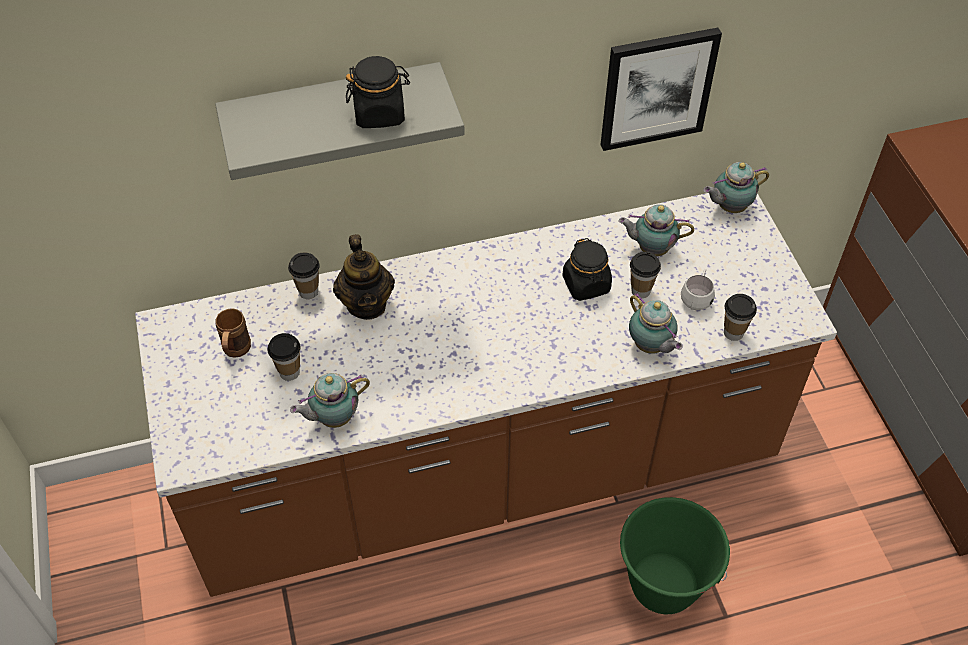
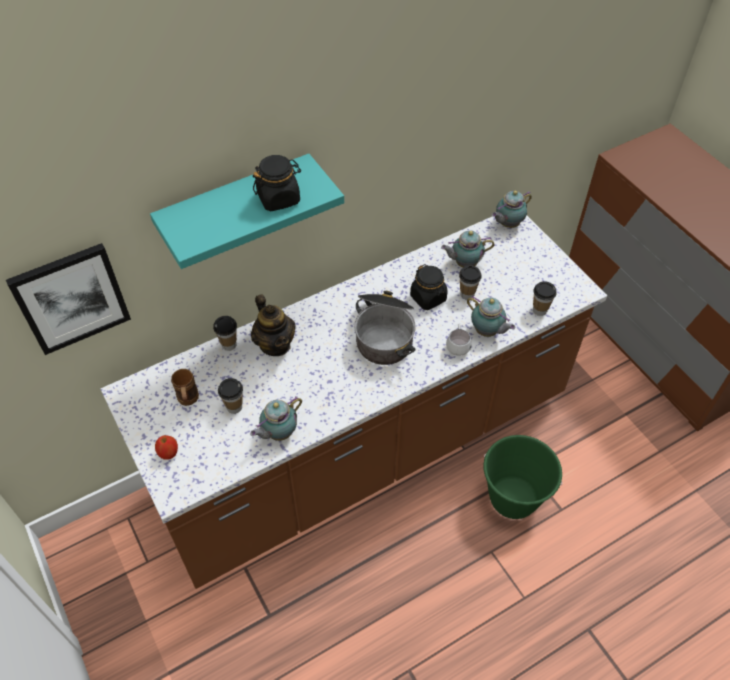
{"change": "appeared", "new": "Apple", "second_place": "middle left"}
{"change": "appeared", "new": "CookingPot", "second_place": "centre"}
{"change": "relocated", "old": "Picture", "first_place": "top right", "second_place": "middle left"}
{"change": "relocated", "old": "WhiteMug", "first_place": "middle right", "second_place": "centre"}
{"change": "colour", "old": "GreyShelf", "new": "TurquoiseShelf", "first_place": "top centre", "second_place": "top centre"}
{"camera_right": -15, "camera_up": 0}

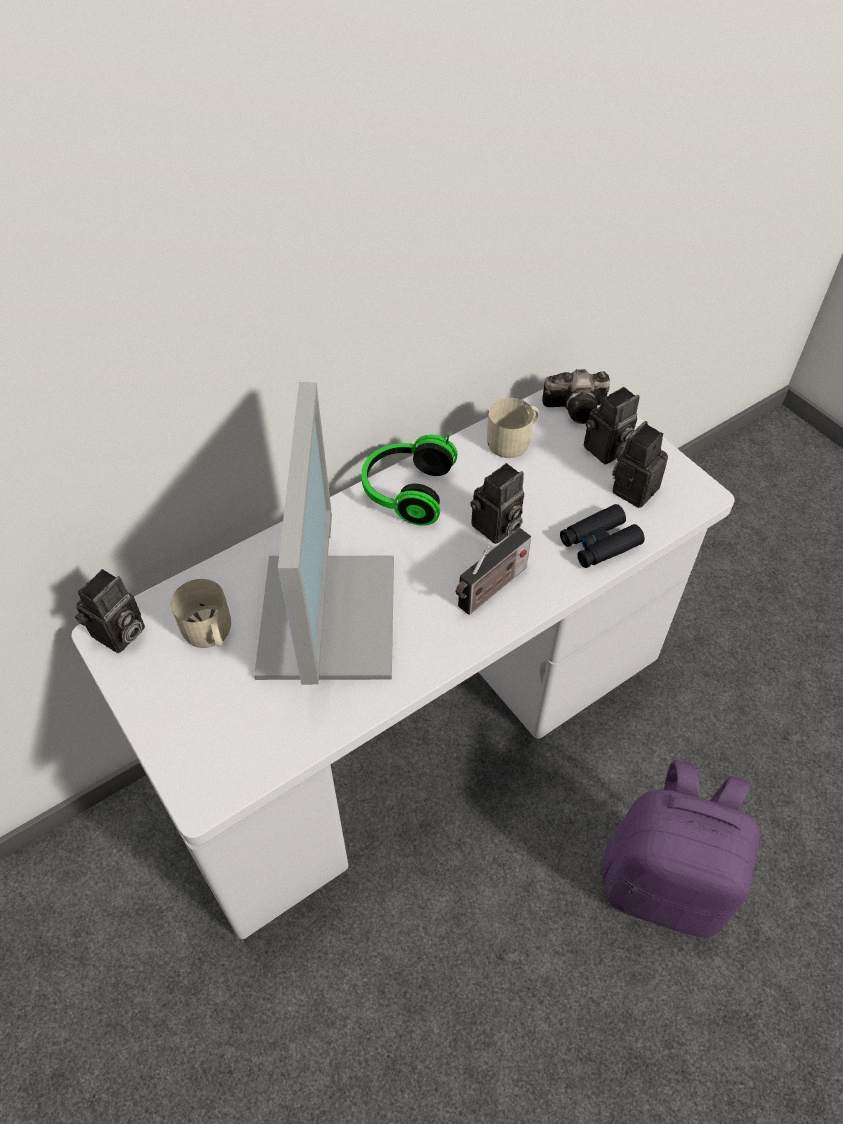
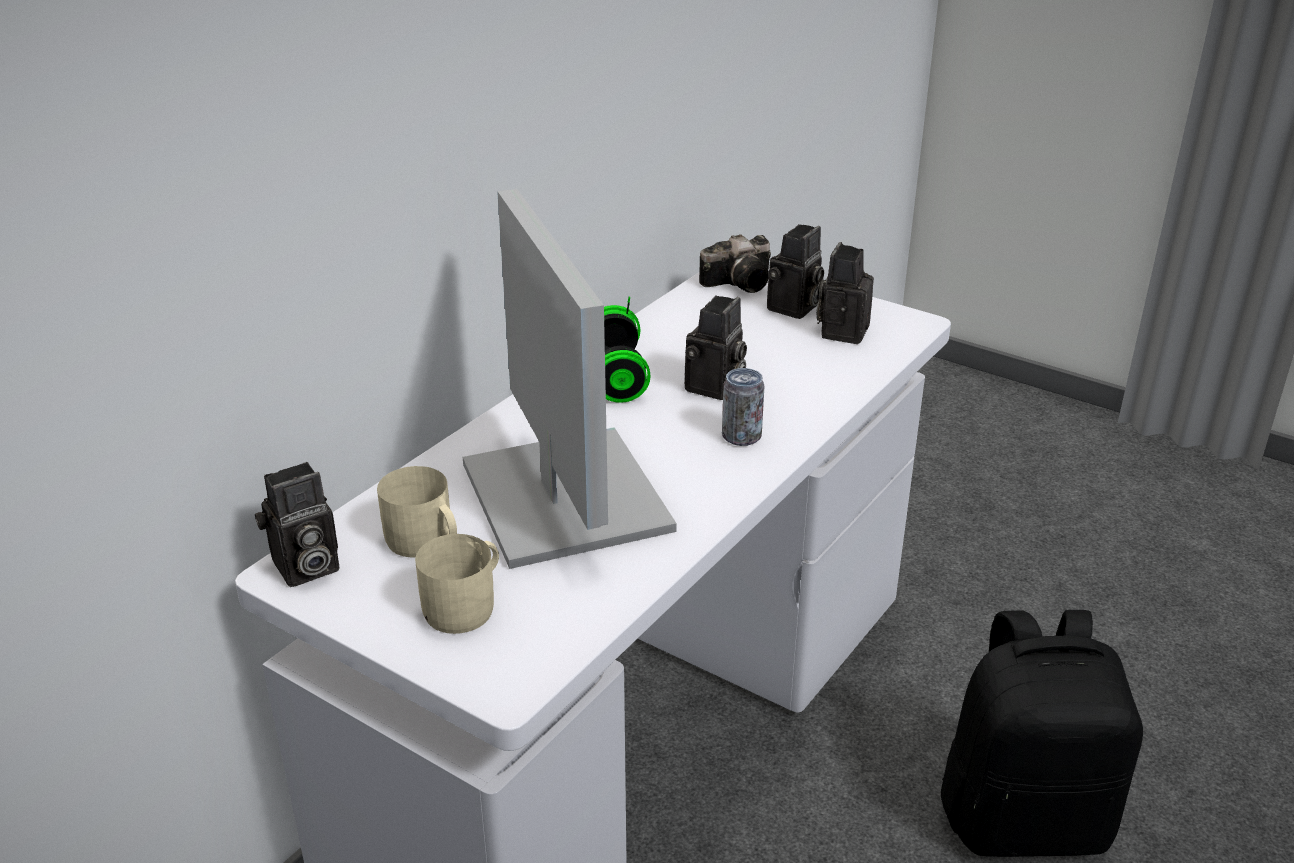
{"change": "missing", "old": "BlackBinoculars", "first_place": "middle right"}
{"change": "relocated", "old": "BeigeMug (no. 2 from left)", "first_place": "centre", "second_place": "bottom centre"}
{"change": "exchanged", "old": "Radio", "new": "Can", "first_place": "centre", "second_place": "centre"}
{"change": "colour", "old": "PurpleBackpack", "new": "BlackBackpack", "first_place": "bottom right", "second_place": "bottom right"}
{"change": "spun", "old": "PhotoCamera (no. 1 from left)", "first_place": "middle left", "second_place": "middle left", "degrees": 45}
{"camera_right": -20, "camera_up": -20}

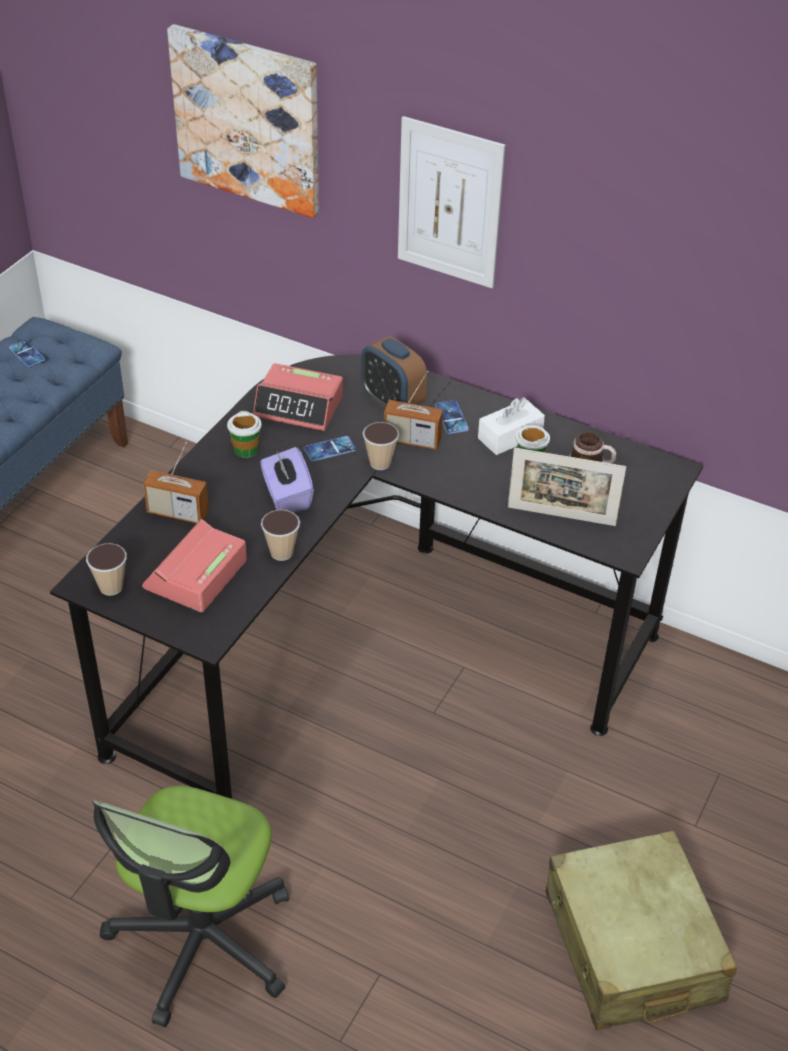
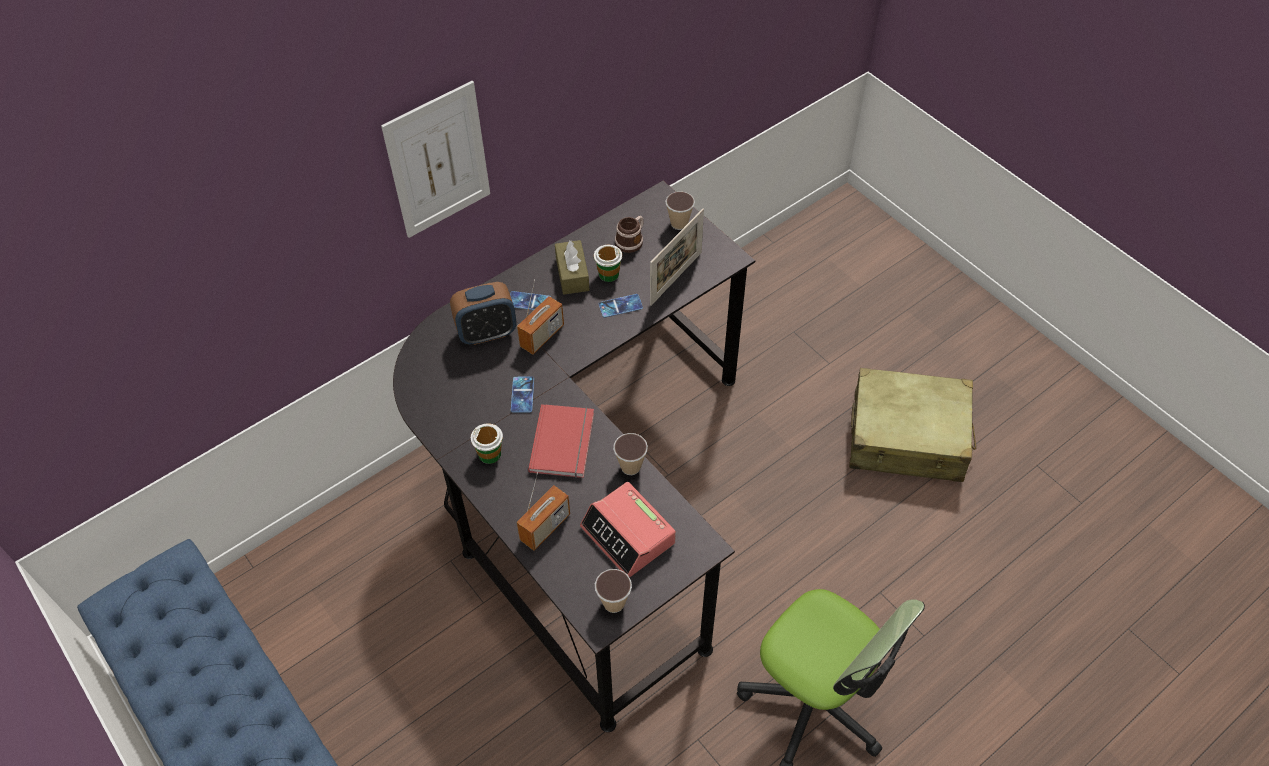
{"change": "missing", "old": "Picture (no. 1 from left)", "first_place": "top left"}
{"change": "missing", "old": "AlarmClock (no. 2 from left)", "first_place": "centre"}
{"change": "relocated", "old": "Phone (no. 1 from left in the first image)", "new": "Phone (no. 3 from left)", "first_place": "middle left", "second_place": "centre"}
{"change": "relocated", "old": "Cup (no. 4 from left in the first image)", "new": "Cup (no. 5 from left)", "first_place": "centre", "second_place": "top centre"}
{"change": "exchanged", "old": "PurpleTissueBox", "new": "RedBook", "first_place": "centre", "second_place": "centre"}
{"change": "colour", "old": "WhiteTissueBox", "new": "BrownTissueBox", "first_place": "centre", "second_place": "centre"}
{"camera_right": -65, "camera_up": 10}

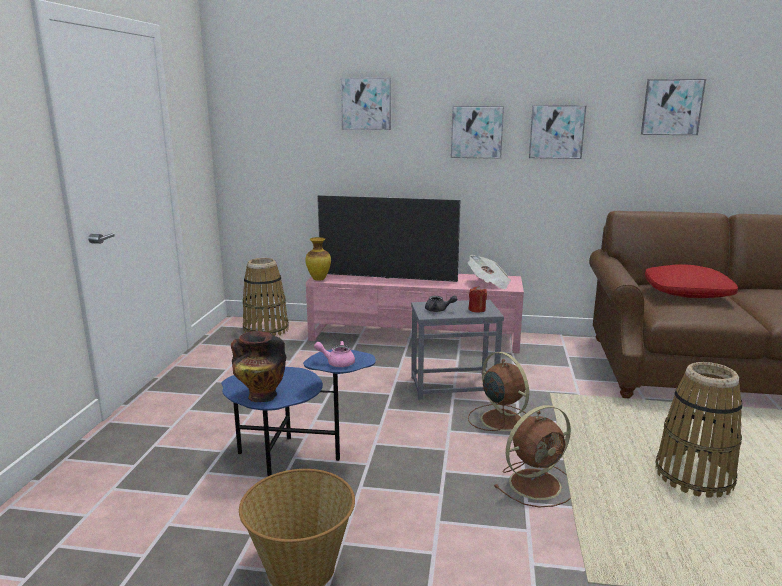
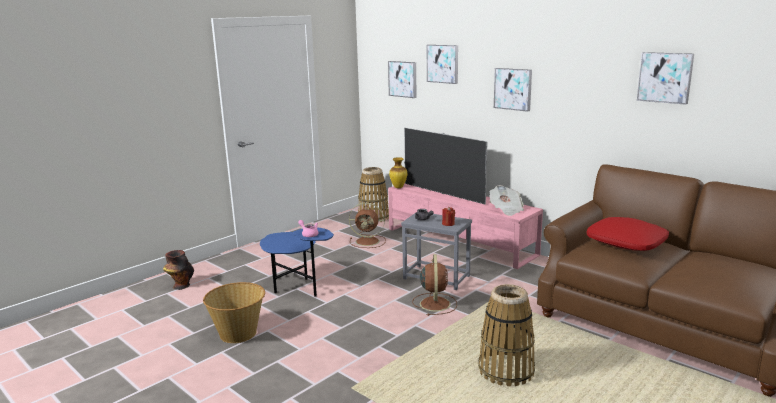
{"change": "relocated", "old": "Vase (no. 1 from left)", "first_place": "middle left", "second_place": "bottom left"}
{"change": "relocated", "old": "BrownFan (no. 2 from left in the first image)", "new": "BrownFan (no. 1 from left)", "first_place": "bottom right", "second_place": "centre"}
{"change": "relocated", "old": "Picture (no. 3 from left in the first image)", "new": "Picture (no. 1 from left)", "first_place": "top right", "second_place": "top centre"}
{"camera_right": 35, "camera_up": 0}

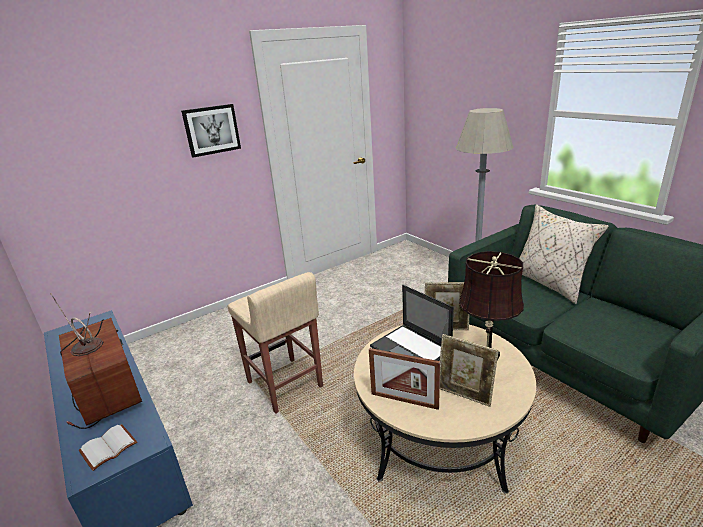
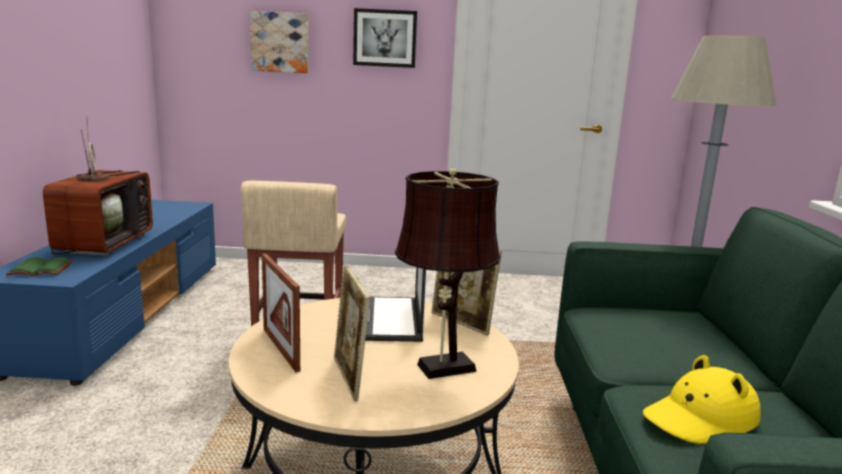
{"change": "missing", "old": "BeigePillow", "first_place": "middle right"}
{"change": "appeared", "new": "Picture (no. 1 from left)", "second_place": "top left"}
{"change": "appeared", "new": "YellowHat", "second_place": "bottom right"}
{"change": "colour", "old": "WhiteBook", "new": "GreenBook", "first_place": "bottom left", "second_place": "middle left"}
{"camera_right": 35, "camera_up": -10}

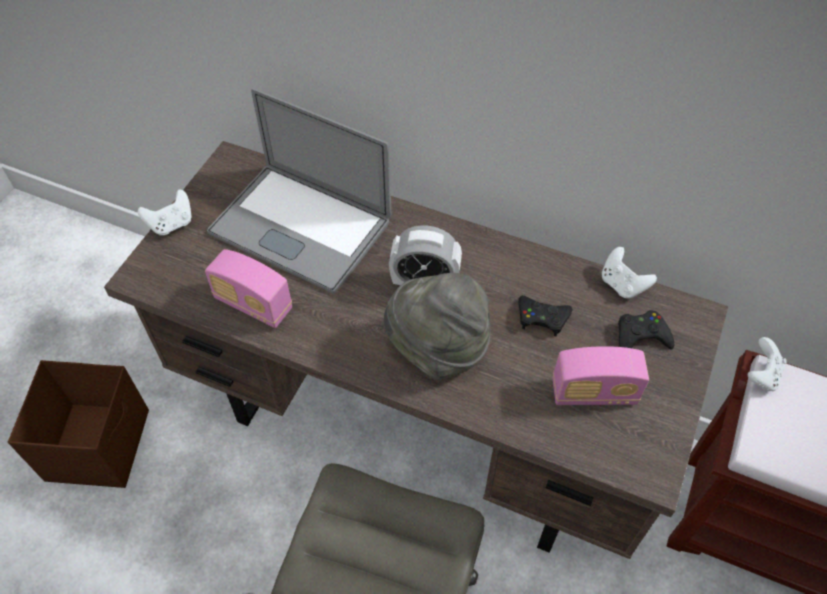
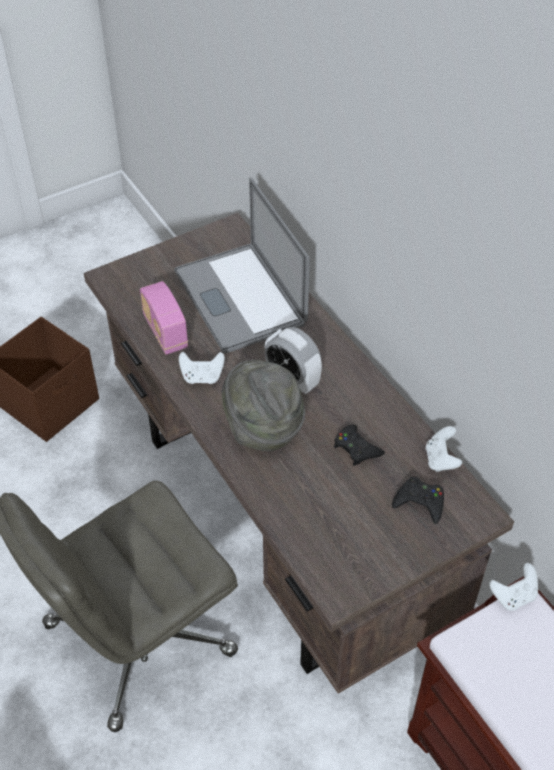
{"change": "missing", "old": "Radio (no. 2 from left)", "first_place": "middle right"}
{"change": "relocated", "old": "WhiteGameController (no. 1 from left)", "first_place": "middle left", "second_place": "centre"}
{"camera_right": 35, "camera_up": -5}

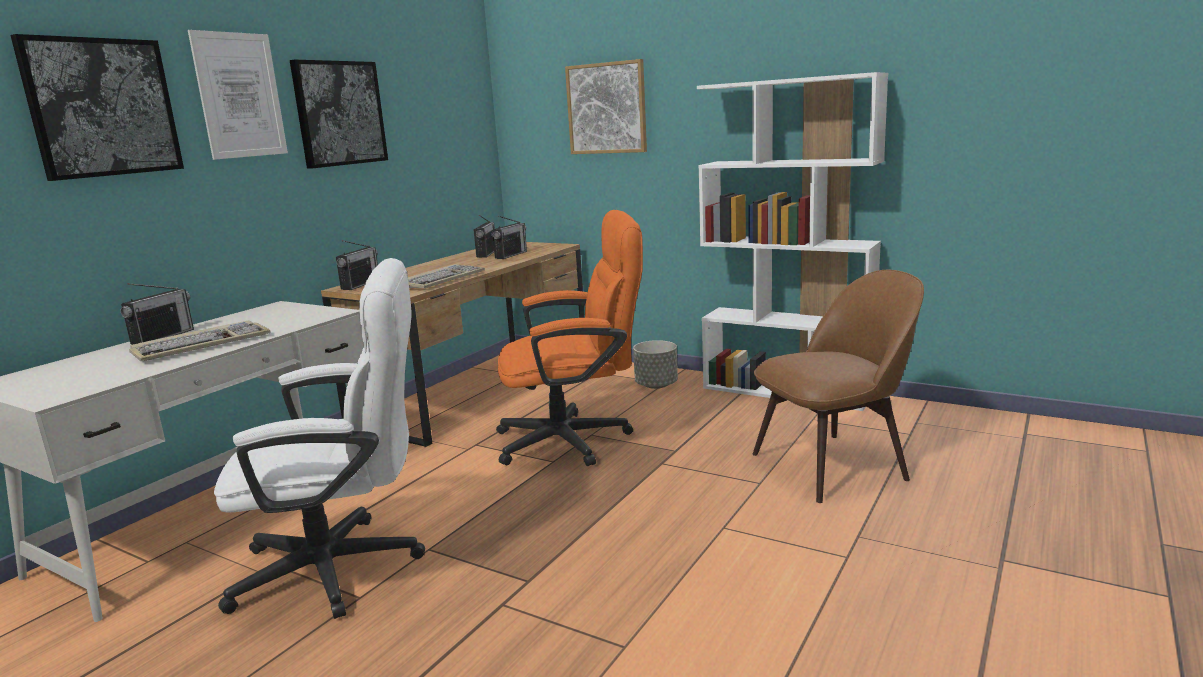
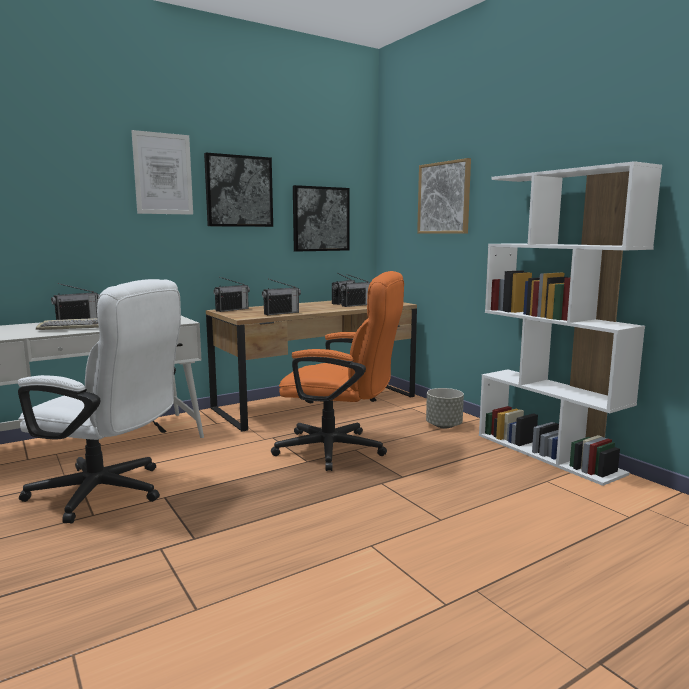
{"change": "missing", "old": "BrownChair", "first_place": "middle right"}
{"change": "relocated", "old": "Picture (no. 1 from left in the first image)", "new": "Picture (no. 3 from left)", "first_place": "top left", "second_place": "top centre"}
{"change": "exchanged", "old": "Keyboard (no. 2 from left)", "new": "Radio (no. 3 from left)", "first_place": "centre", "second_place": "centre"}
{"camera_right": 25, "camera_up": -5}

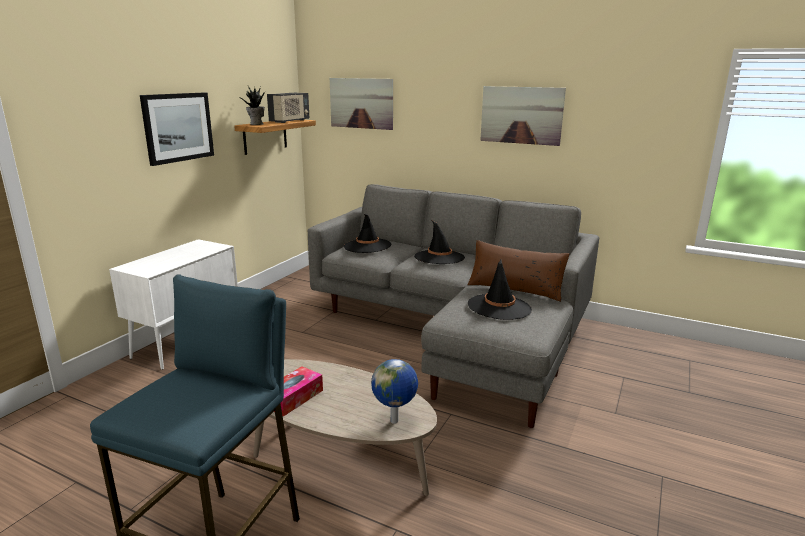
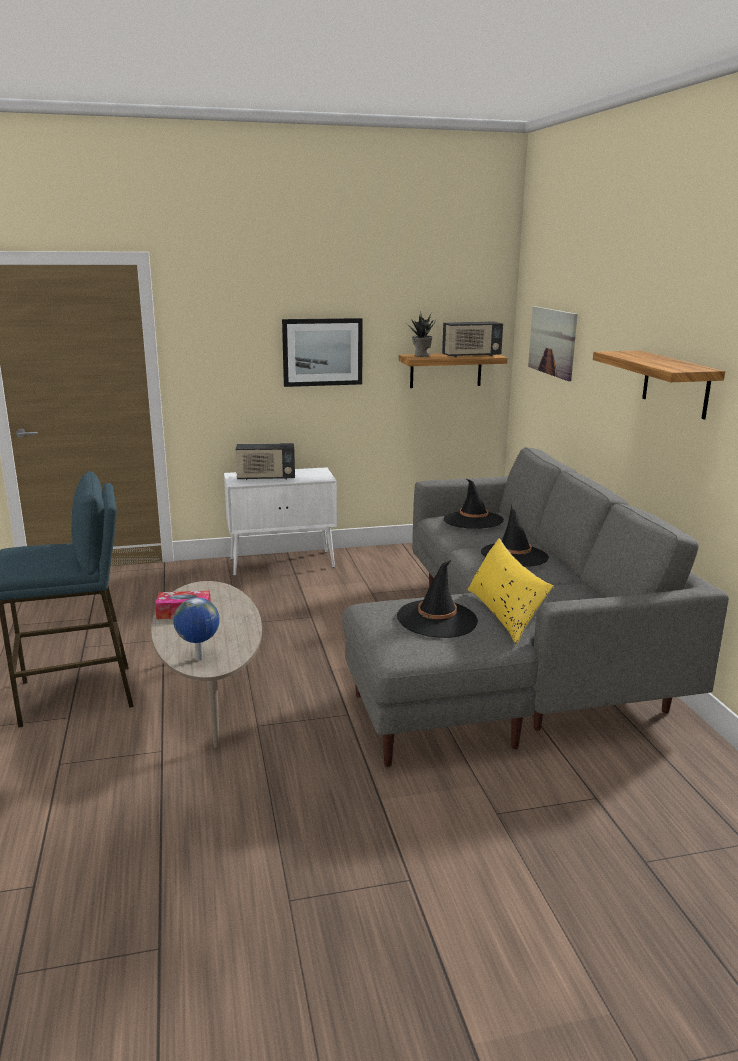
{"change": "appeared", "new": "Radio (no. 1 from left)", "second_place": "centre"}
{"change": "exchanged", "old": "Picture (no. 3 from left)", "new": "Shelf (no. 2 from left)", "first_place": "top centre", "second_place": "middle right"}
{"change": "colour", "old": "BrownPillow", "new": "YellowPillow", "first_place": "centre", "second_place": "middle right"}
{"camera_right": 50, "camera_up": 0}

